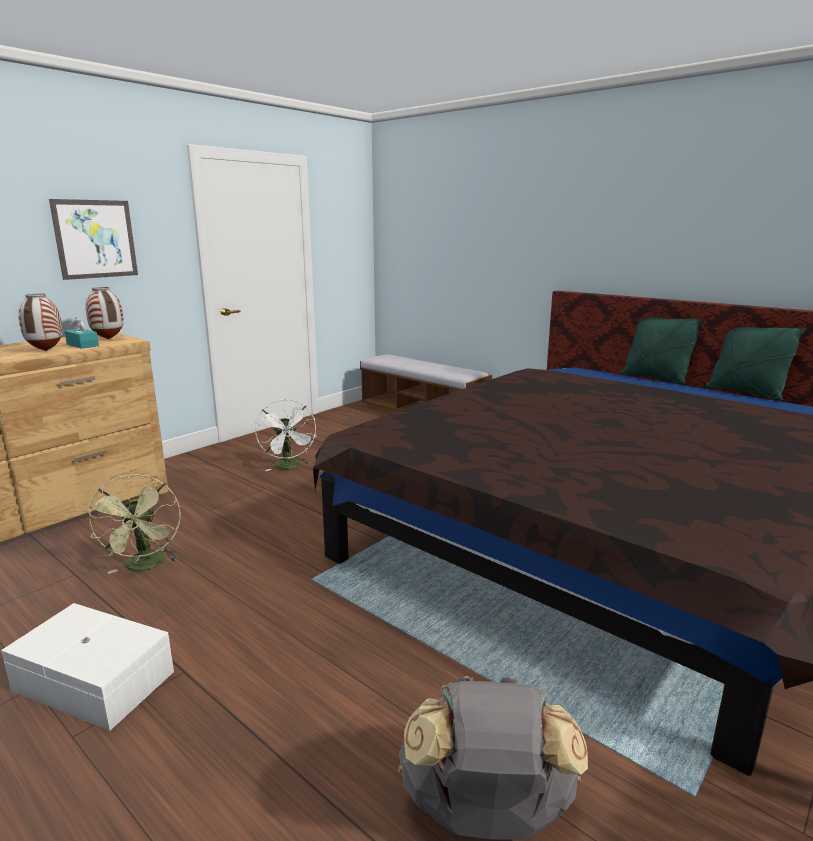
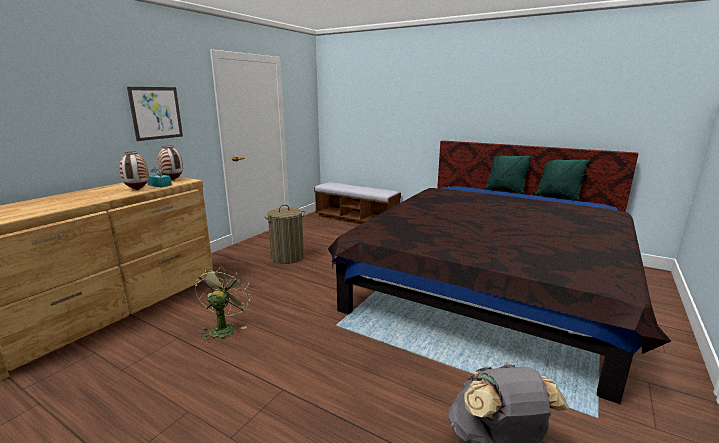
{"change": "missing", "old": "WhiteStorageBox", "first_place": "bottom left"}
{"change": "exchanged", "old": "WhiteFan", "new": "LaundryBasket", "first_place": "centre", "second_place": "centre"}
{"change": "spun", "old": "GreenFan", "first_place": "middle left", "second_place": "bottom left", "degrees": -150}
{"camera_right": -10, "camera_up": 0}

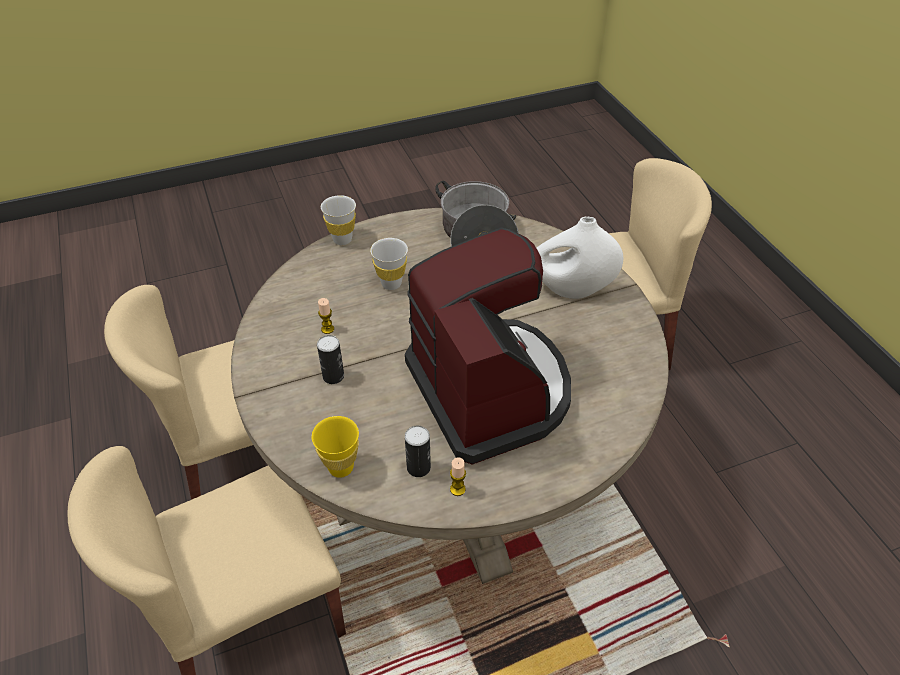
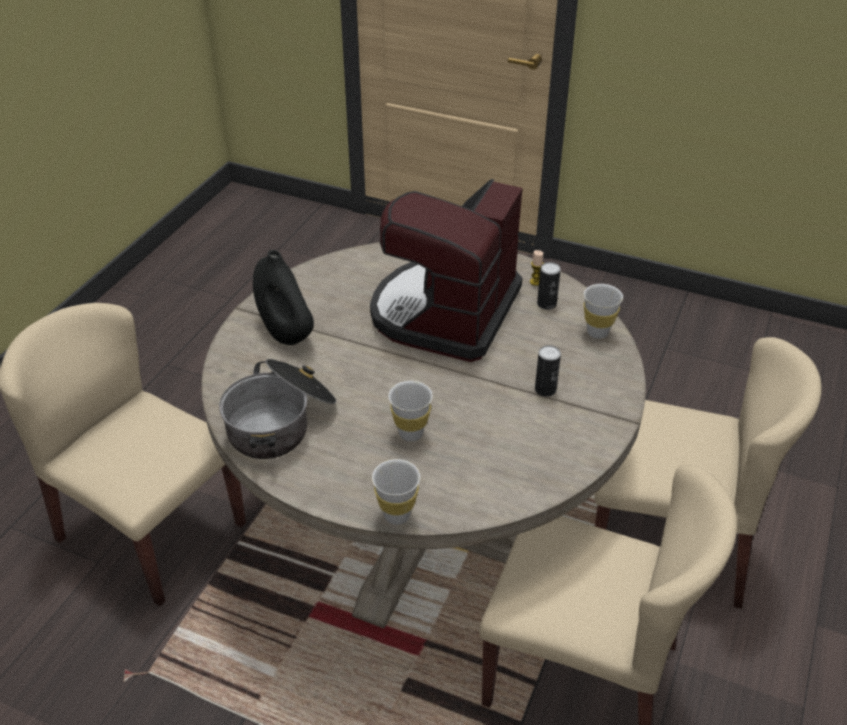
{"change": "missing", "old": "Candle (no. 1 from left)", "first_place": "centre"}
{"change": "colour", "old": "YellowCup", "new": "WhiteCup (no. 3 from left)", "first_place": "centre", "second_place": "middle right"}
{"change": "colour", "old": "WhiteVase", "new": "BlackVase", "first_place": "centre", "second_place": "centre"}
{"camera_right": -135, "camera_up": -5}

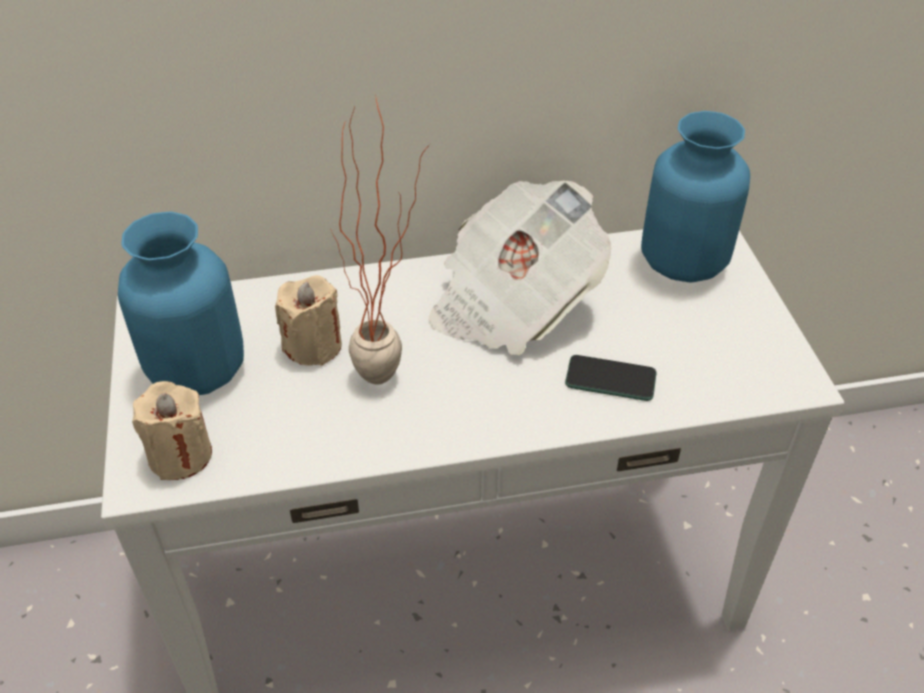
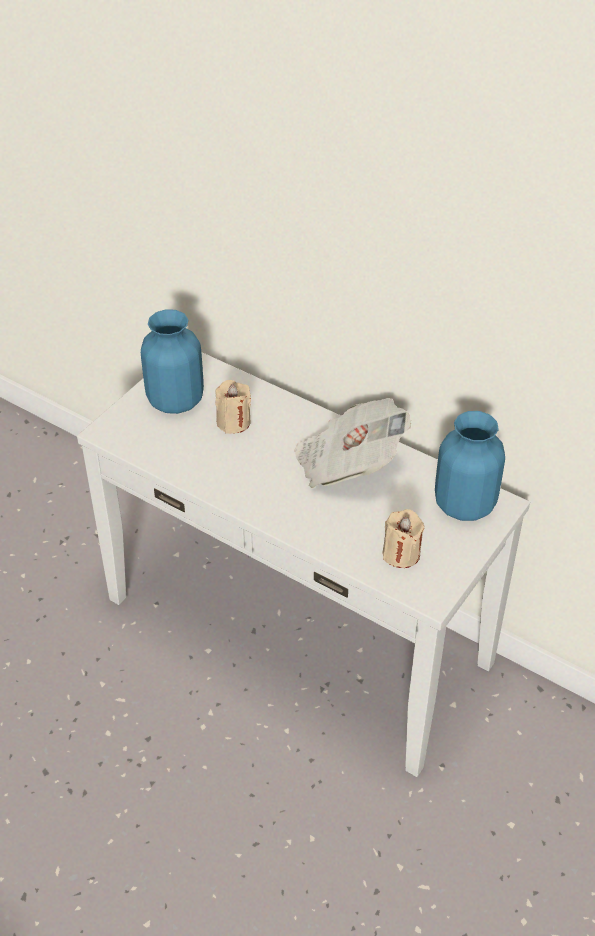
{"change": "missing", "old": "PottedPlant", "first_place": "centre"}
{"change": "missing", "old": "Phone", "first_place": "centre"}
{"change": "relocated", "old": "BeigeCandle (no. 1 from left in the first image)", "new": "BeigeCandle (no. 2 from left)", "first_place": "middle left", "second_place": "middle right"}
{"camera_right": 45, "camera_up": 0}

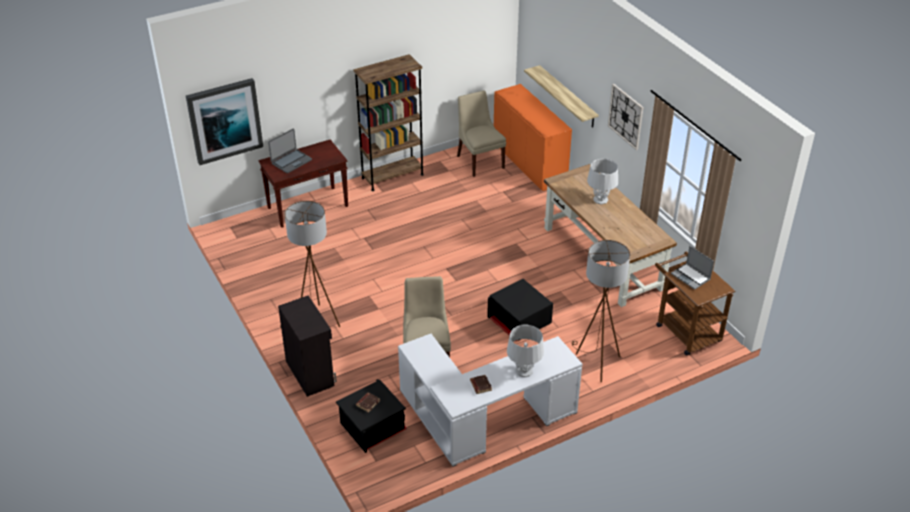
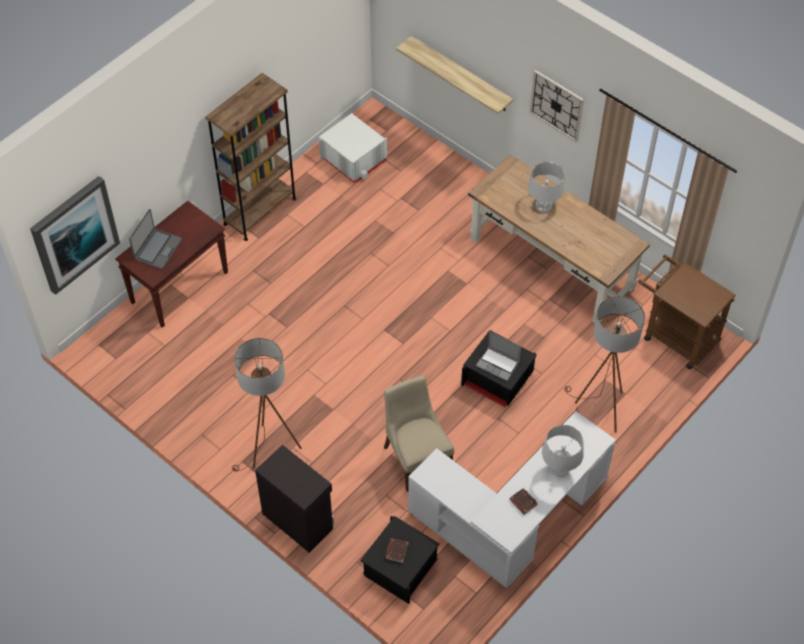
{"change": "missing", "old": "OrangeCabinet", "first_place": "top centre"}
{"change": "relocated", "old": "Laptop (no. 2 from left)", "first_place": "middle right", "second_place": "centre"}
{"change": "exchanged", "old": "BeigeChair (no. 2 from left)", "new": "WhiteStorageBox", "first_place": "top centre", "second_place": "top centre"}
{"camera_right": -20, "camera_up": 15}

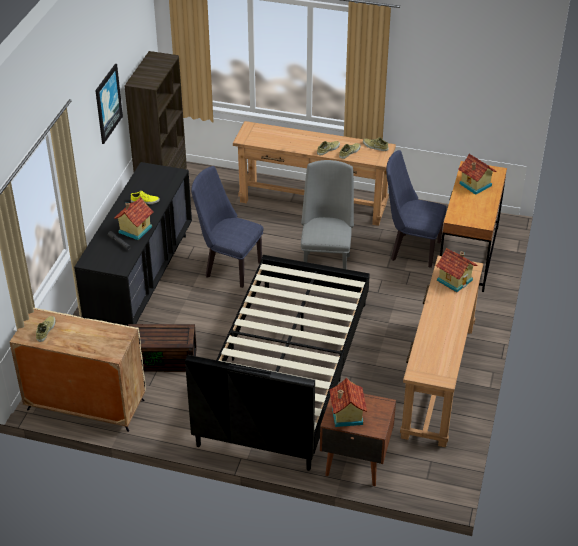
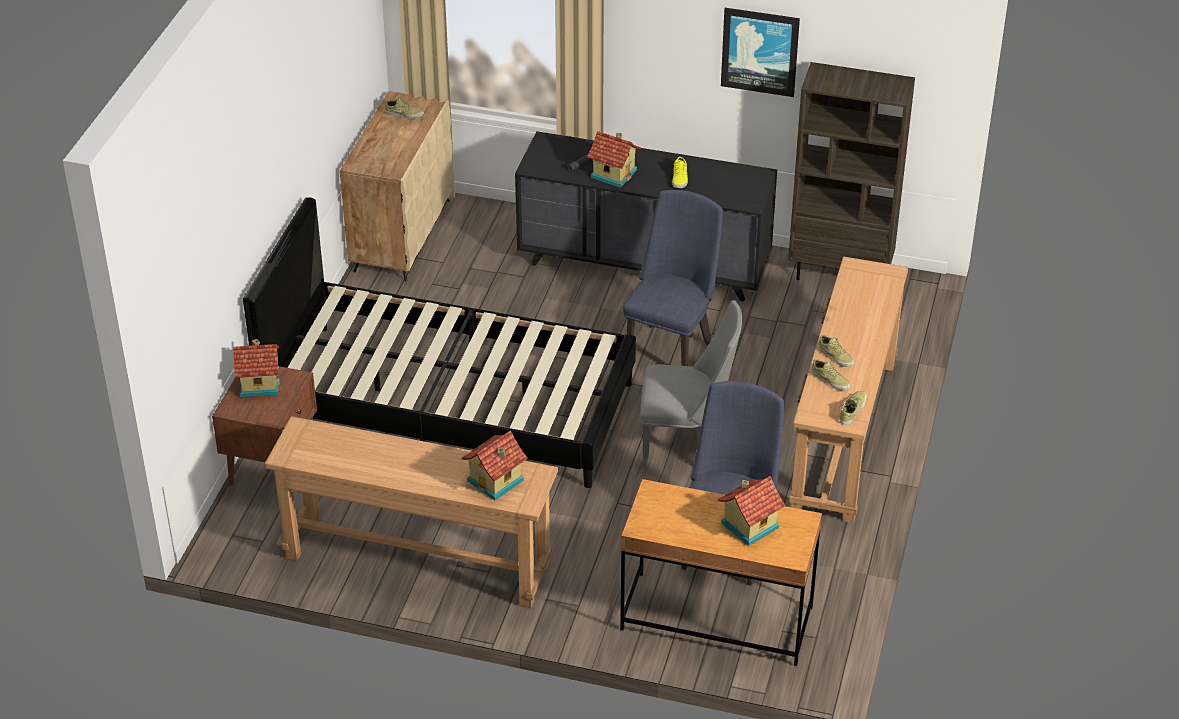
{"change": "missing", "old": "BrownStorageBox", "first_place": "middle left"}
{"camera_right": 90, "camera_up": 0}

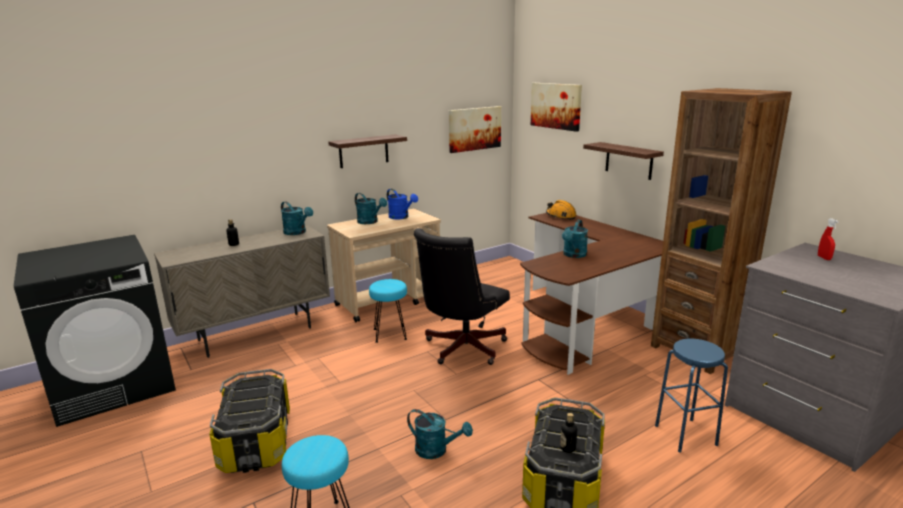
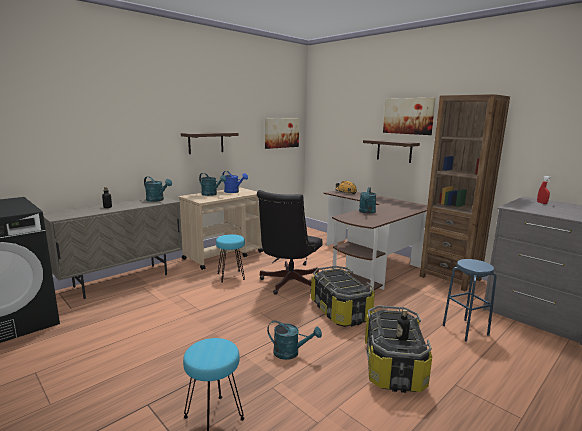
{"change": "relocated", "old": "StorageBox (no. 1 from left)", "first_place": "bottom left", "second_place": "bottom centre"}
{"change": "relocated", "old": "Picture (no. 2 from left)", "first_place": "top centre", "second_place": "top right"}
{"camera_right": -10, "camera_up": -5}

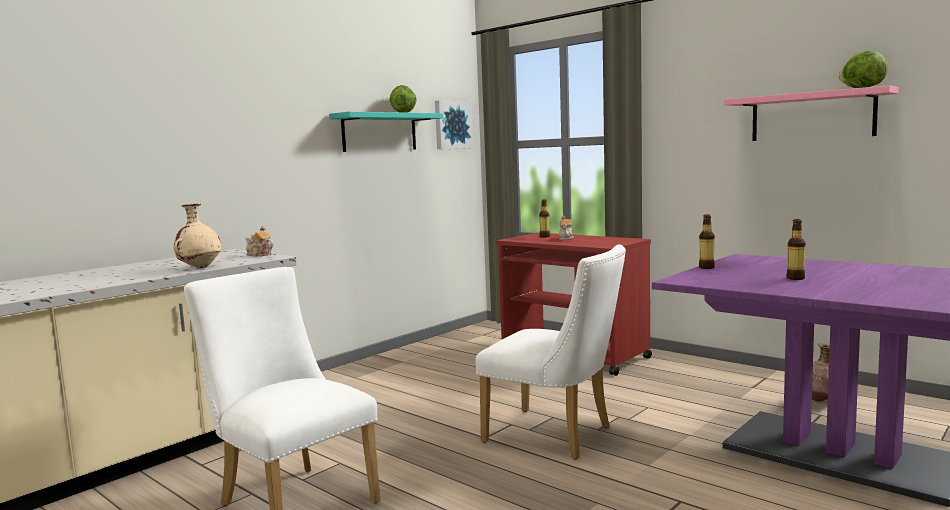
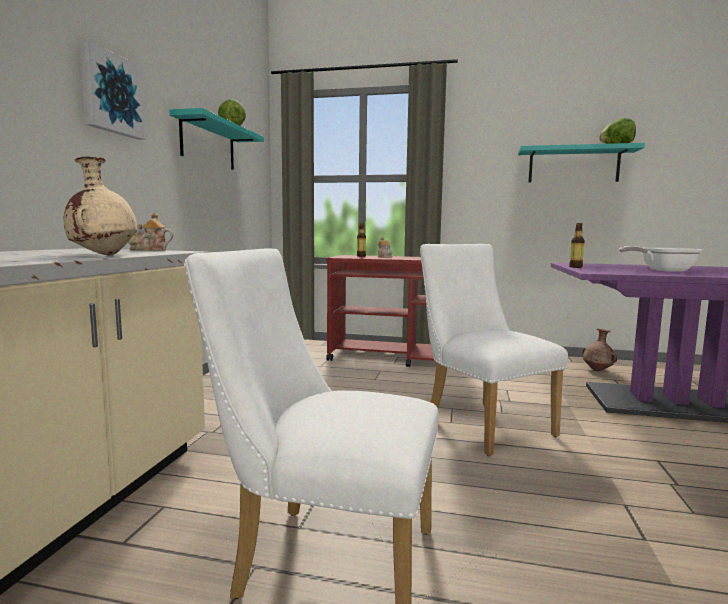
{"change": "relocated", "old": "Picture", "first_place": "top centre", "second_place": "top left"}
{"change": "exchanged", "old": "Bottle (no. 3 from left)", "new": "FryingPan", "first_place": "middle right", "second_place": "middle right"}
{"change": "colour", "old": "PinkShelf", "new": "TurquoiseShelf (no. 2 from left)", "first_place": "top right", "second_place": "top right"}
{"change": "spun", "old": "WhiteChair (no. 2 from left)", "first_place": "bottom centre", "second_place": "middle right", "degrees": -120}
{"camera_right": -30, "camera_up": 0}

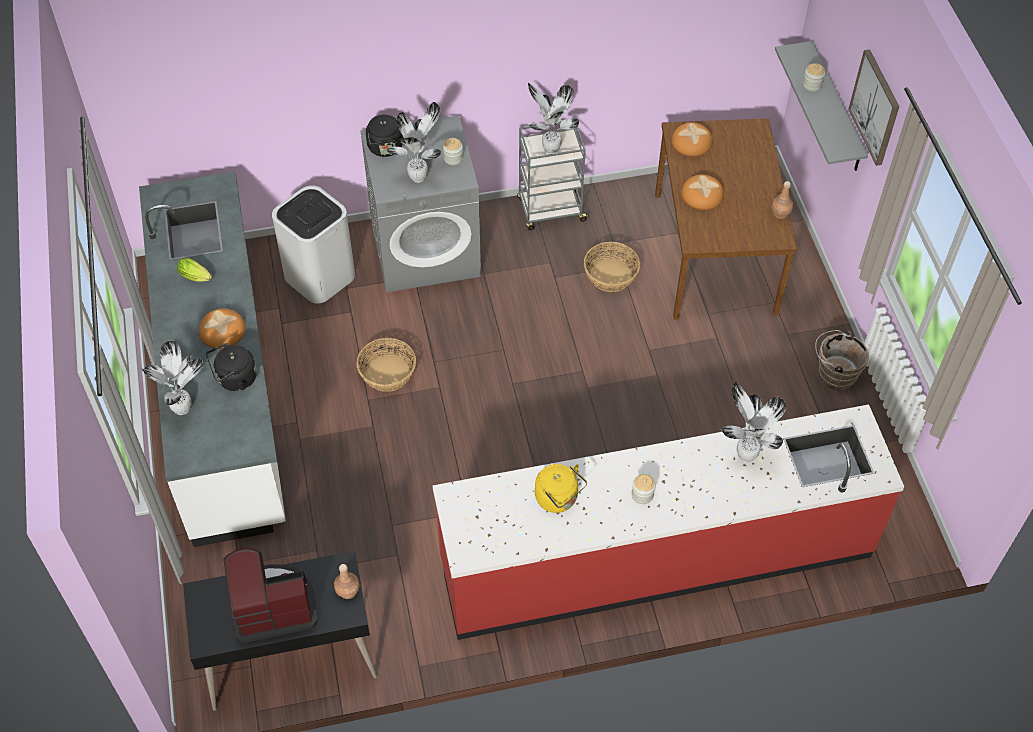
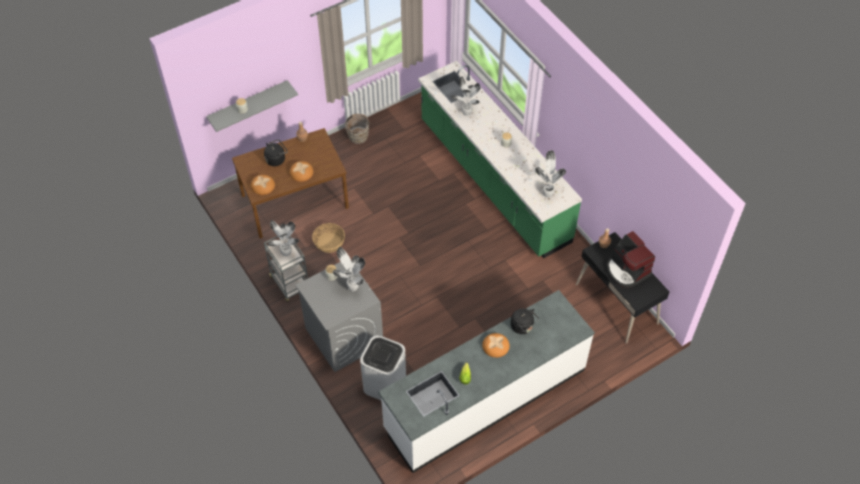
{"change": "missing", "old": "Basket (no. 1 from left)", "first_place": "centre"}
{"change": "missing", "old": "YellowKettle", "first_place": "bottom centre"}
{"change": "missing", "old": "Picture", "first_place": "top right"}
{"change": "relocated", "old": "PottedPlant (no. 1 from left in the first image)", "new": "PottedPlant (no. 4 from left)", "first_place": "middle left", "second_place": "centre"}
{"change": "relocated", "old": "BlackKettle (no. 2 from left in the first image)", "new": "BlackKettle (no. 1 from left)", "first_place": "top centre", "second_place": "top left"}
{"change": "colour", "old": "RedCounter", "new": "GreenCounter", "first_place": "bottom centre", "second_place": "top centre"}
{"camera_right": -110, "camera_up": 0}

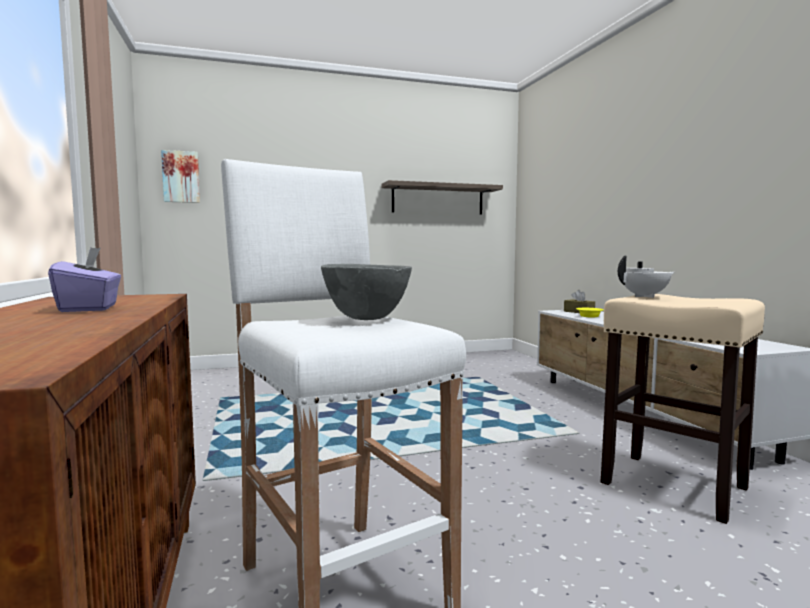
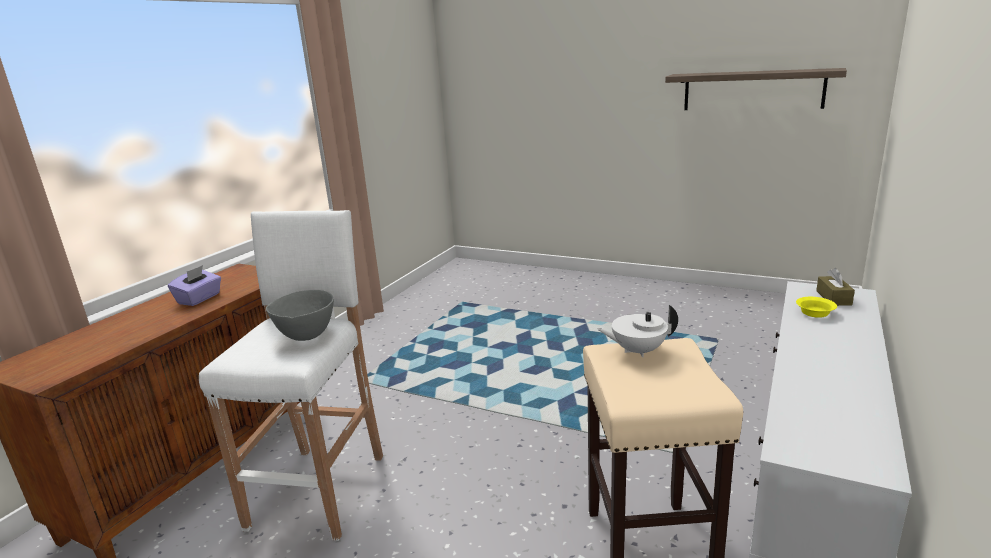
{"change": "missing", "old": "Picture", "first_place": "top left"}
{"change": "spun", "old": "WhiteTeapot", "first_place": "middle right", "second_place": "centre", "degrees": 150}
{"camera_right": 45, "camera_up": 15}

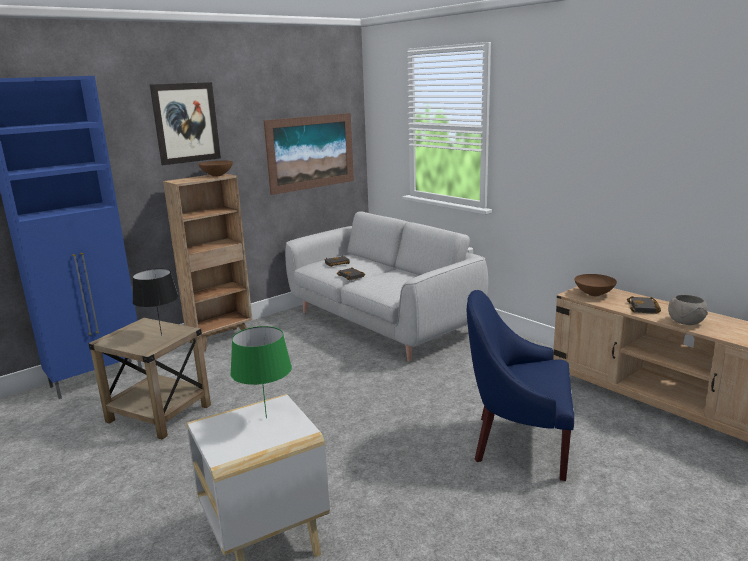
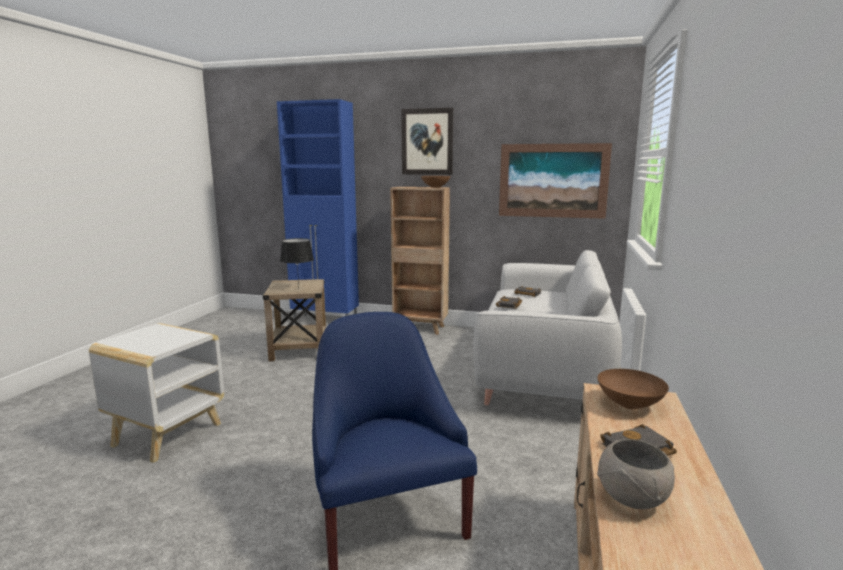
{"change": "missing", "old": "GreenTableLamp", "first_place": "centre"}
{"camera_right": 55, "camera_up": -5}

